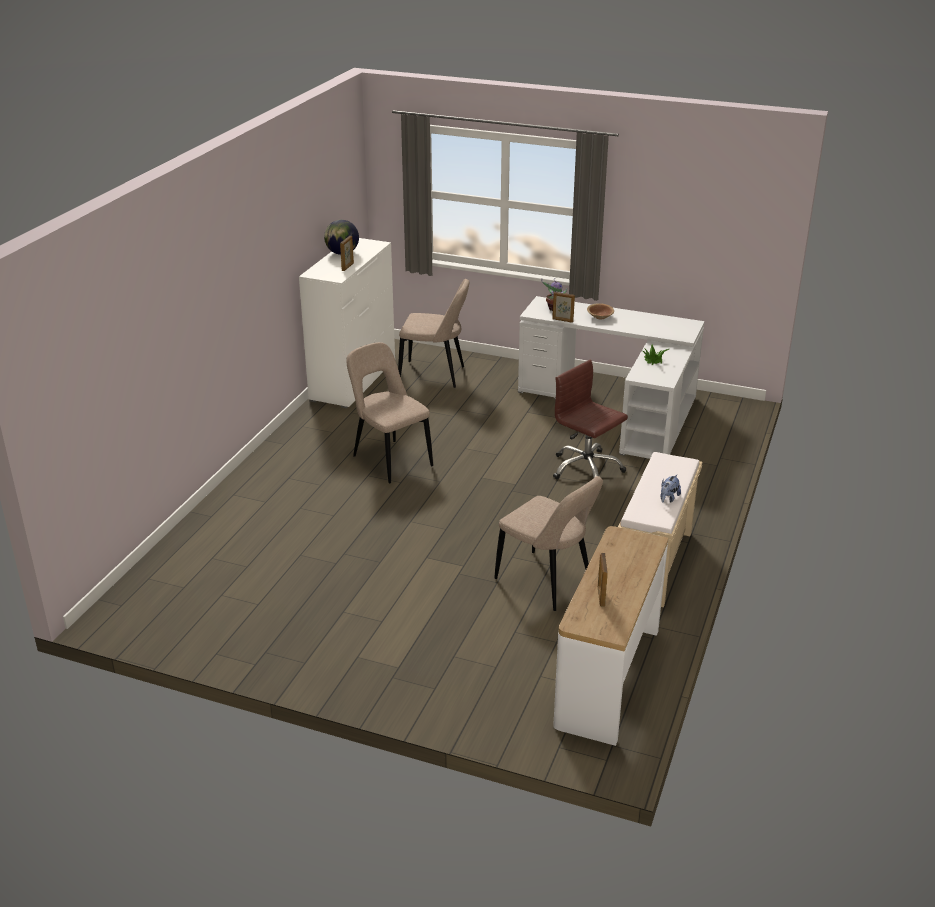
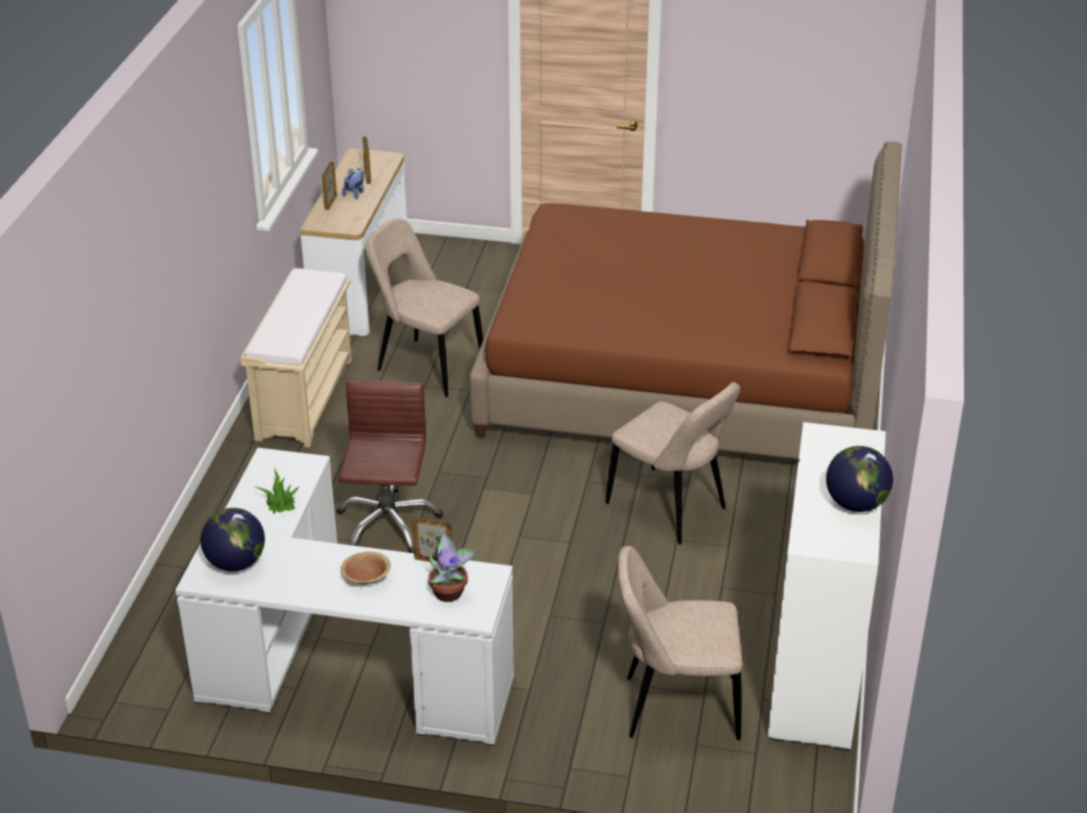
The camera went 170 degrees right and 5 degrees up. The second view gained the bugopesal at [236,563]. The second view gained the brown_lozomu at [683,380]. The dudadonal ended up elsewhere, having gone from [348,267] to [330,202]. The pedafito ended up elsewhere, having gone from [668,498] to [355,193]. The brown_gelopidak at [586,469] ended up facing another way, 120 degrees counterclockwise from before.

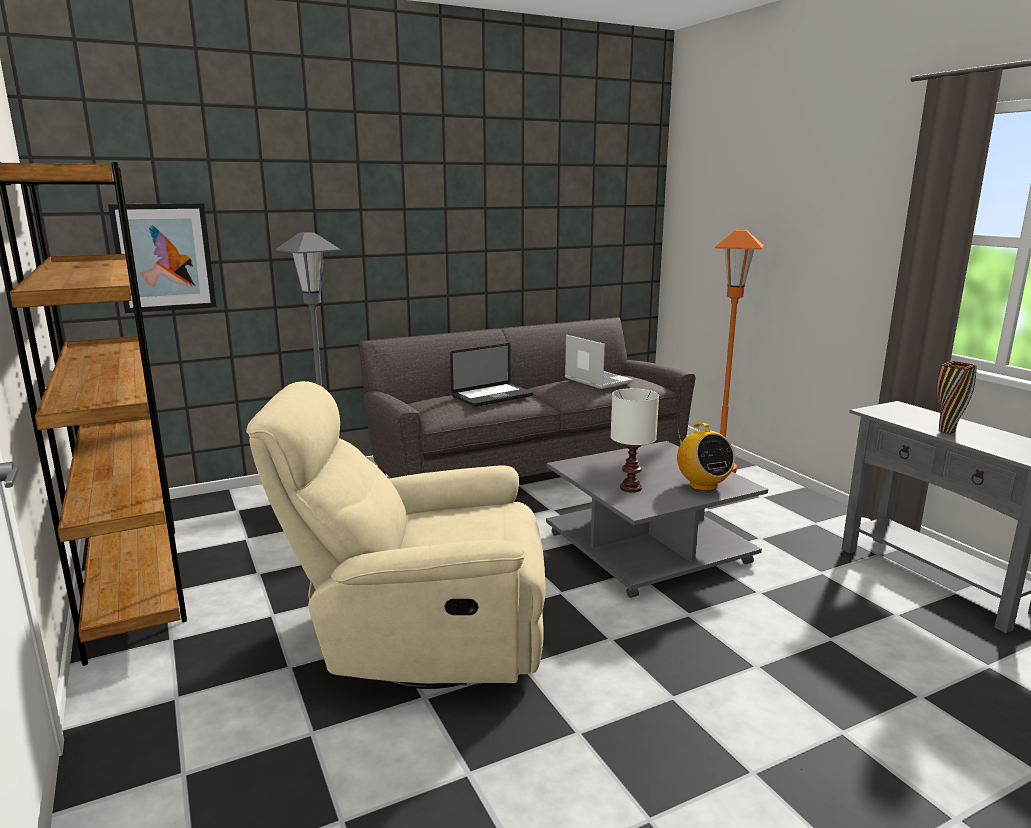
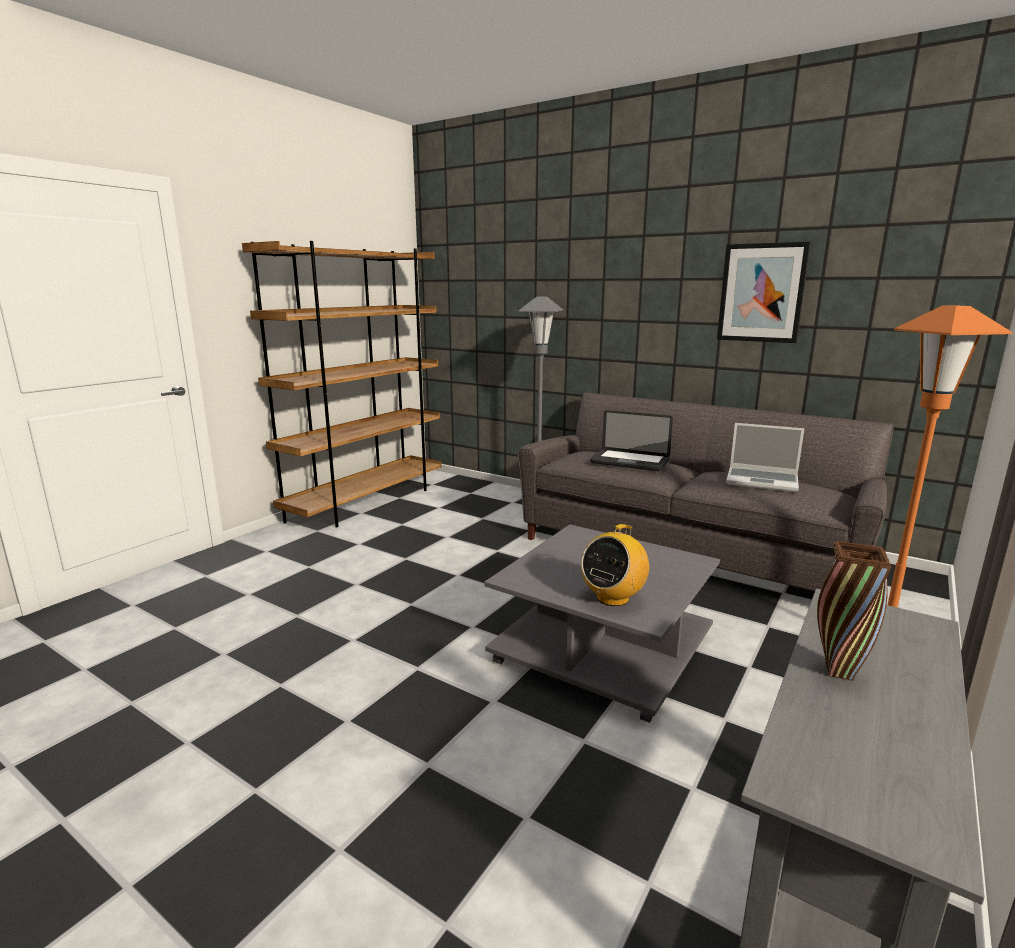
The camera went 60 degrees right and 0 degrees up. The second view lost the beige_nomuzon at [420,637]. The second view lost the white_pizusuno at [630,487]. The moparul ended up elsewhere, having gone from [164,257] to [761,293]. The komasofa at [596,380] ended up facing another way, 90 degrees clockwise from before.

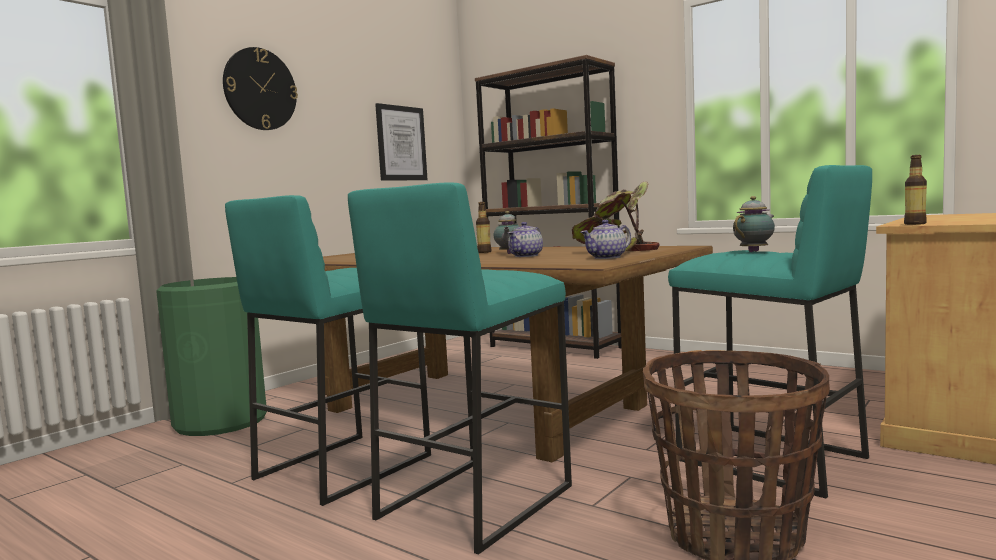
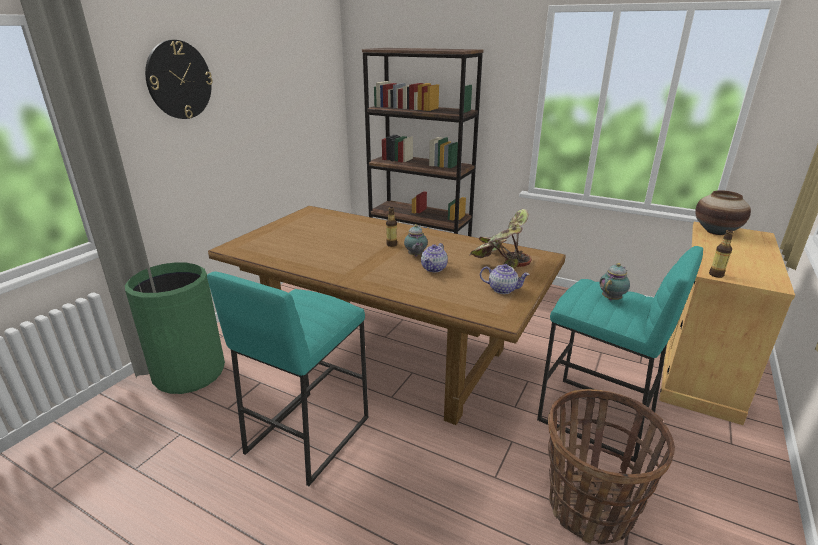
The camera went 10 degrees left and 20 degrees up. The second view lost the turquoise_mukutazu at [474,501]. The second view lost the moparul at [401,143]. The second view gained the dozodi at [715,232]. The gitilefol at [607,257] ended up facing another way, 120 degrees counterclockwise from before.

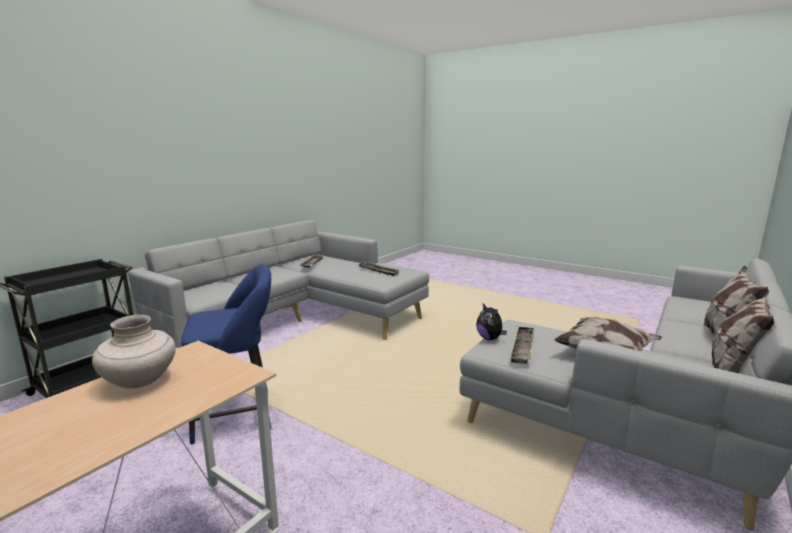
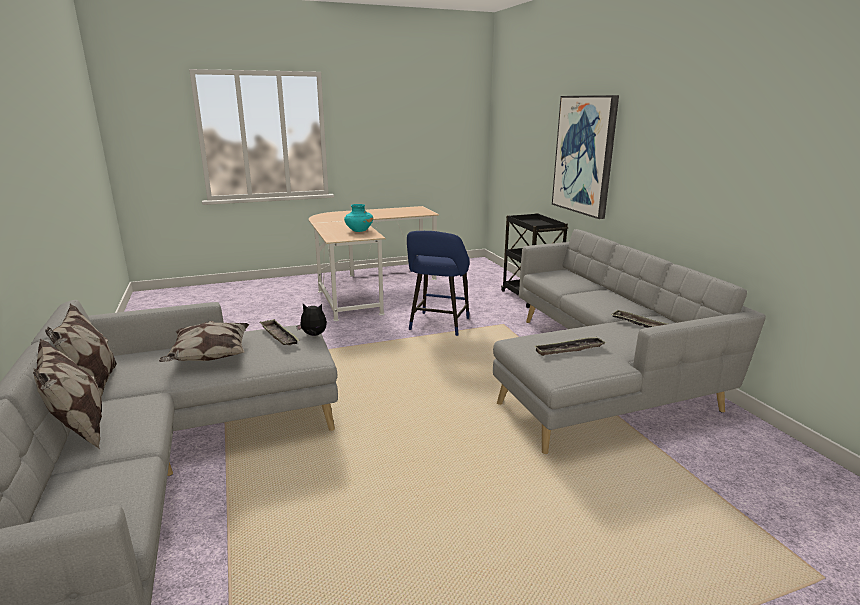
The camera went 125 degrees right and 5 degrees up. The second view gained the moparul at [584,155]. What was the beige_dozodi at [140,381] turned into the turquoise_dozodi at [359,230].

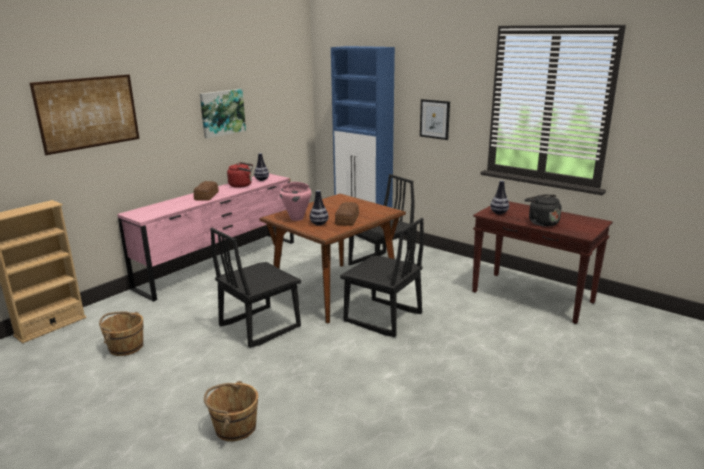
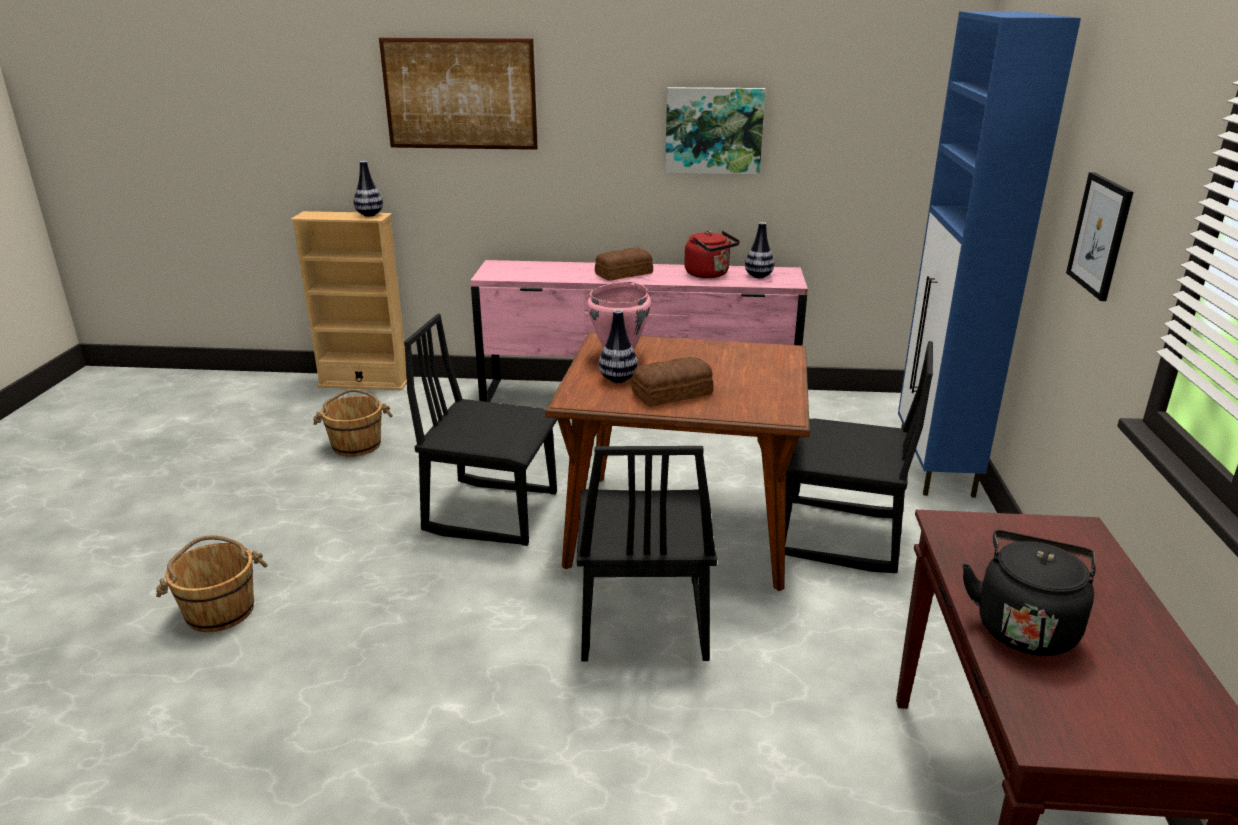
The camera went 55 degrees right and 5 degrees up. The dozodi ended up elsewhere, having gone from [499,213] to [369,215].

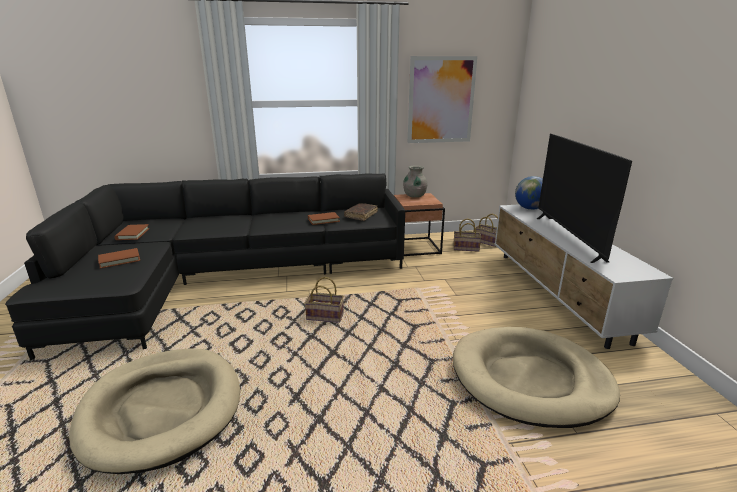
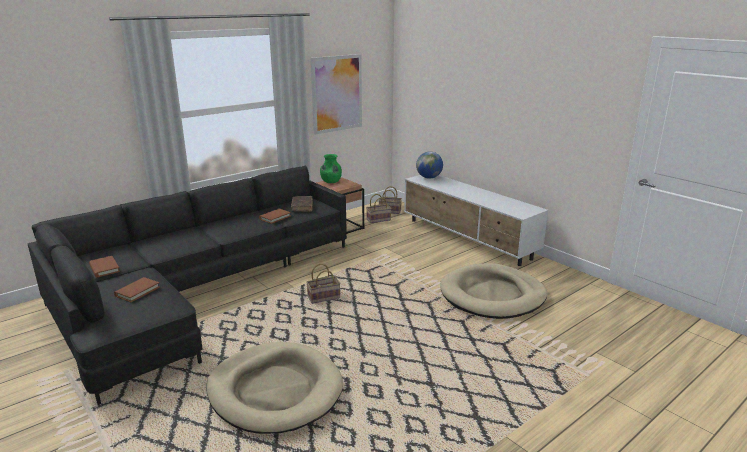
The camera went 30 degrees left and 0 degrees up. The second view lost the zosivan at [568,237]. What was the grey_dozodi at [414,196] turned into the green_dozodi at [331,182].

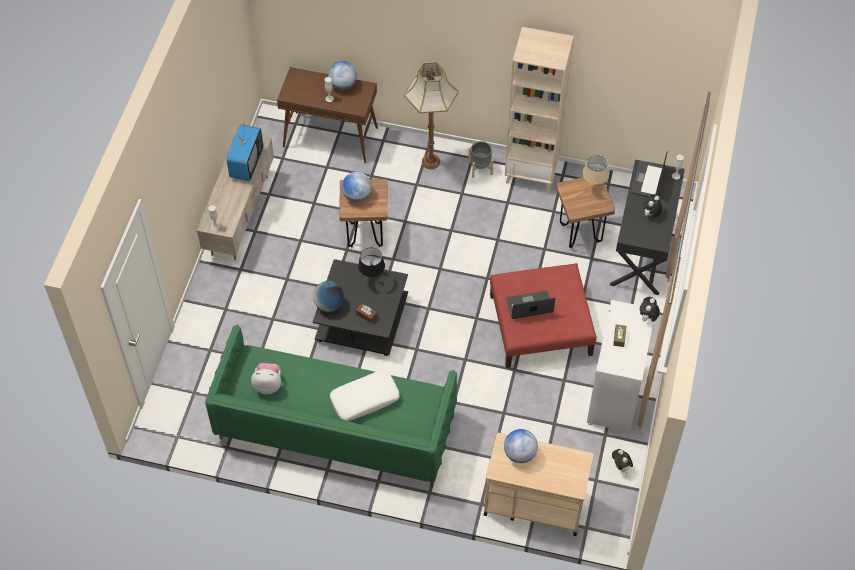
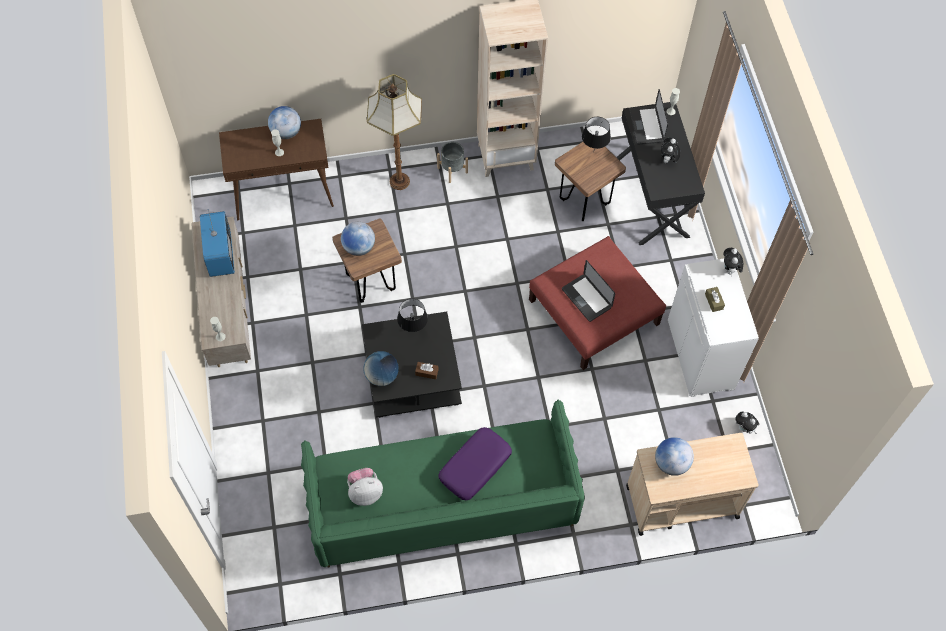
The camera went 25 degrees left and 5 degrees up. What was the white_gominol at [364,399] turned into the purple_gominol at [475,466]. What was the beige_pizusuno at [593,188] turned into the black_pizusuno at [594,152]. The komasofa at [529,306] ended up facing another way, 90 degrees counterclockwise from before.

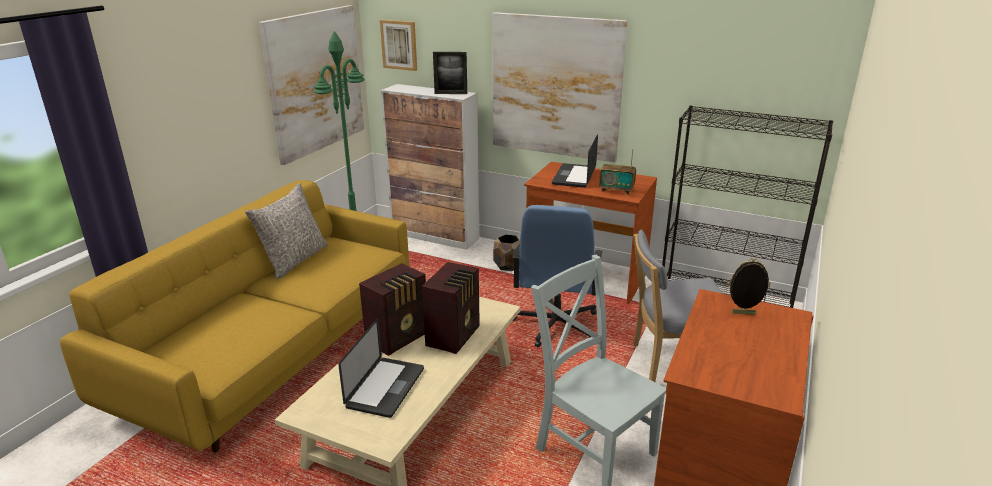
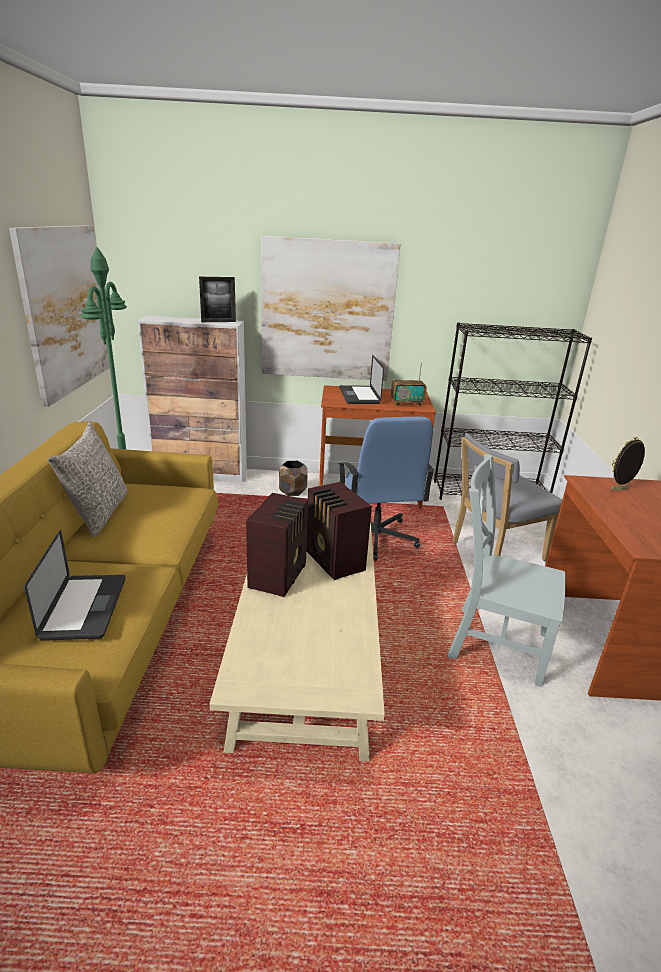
The camera went 25 degrees left and 0 degrees up. The second view lost the moparul at [399,45]. The komasofa ended up elsewhere, having gone from [385,388] to [84,607]. The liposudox at [454,336] ended up facing another way, 150 degrees clockwise from before.

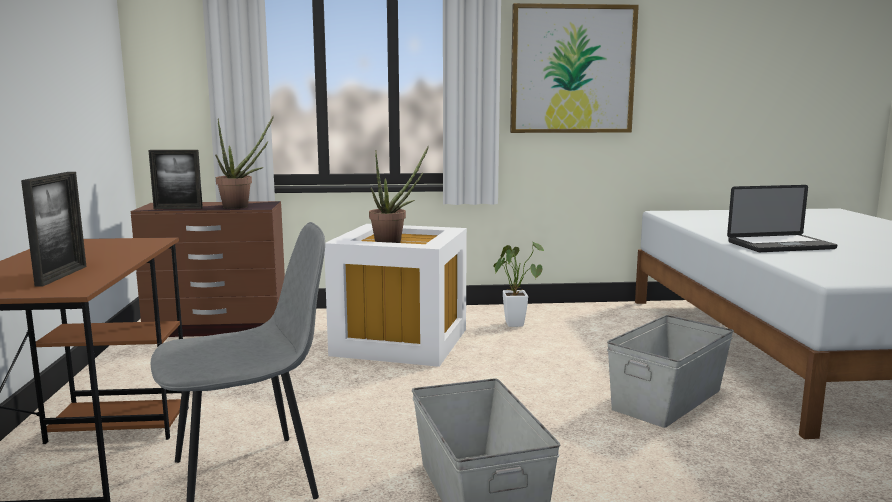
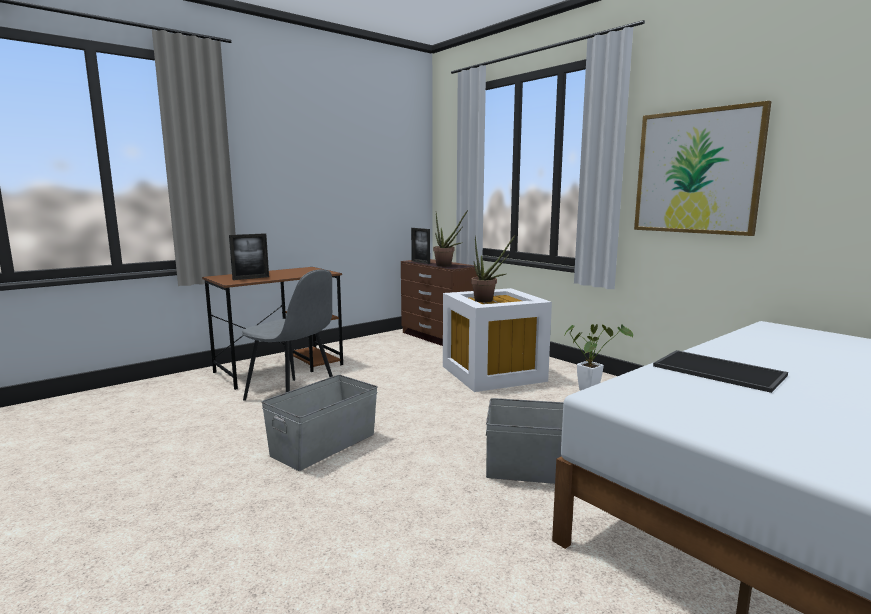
The camera went 55 degrees right and 0 degrees up. Where the komasofa stood at [780,245], the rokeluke came to stand at [720,370].

